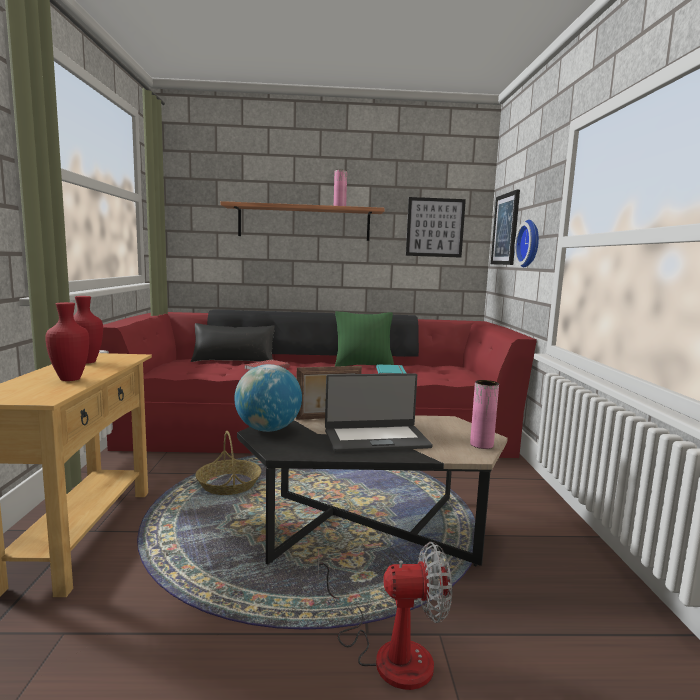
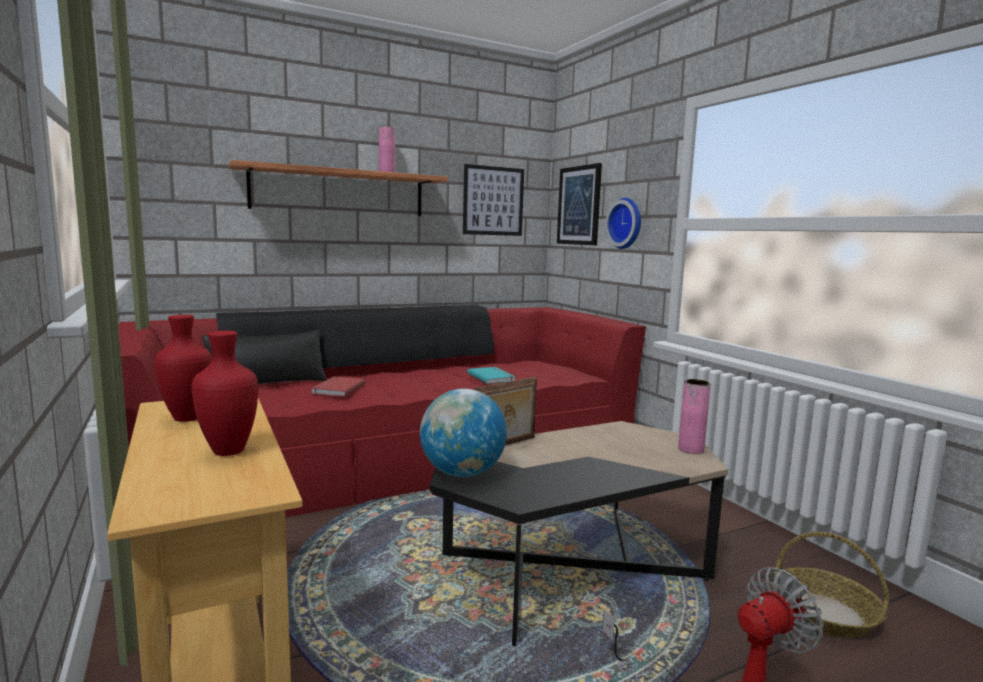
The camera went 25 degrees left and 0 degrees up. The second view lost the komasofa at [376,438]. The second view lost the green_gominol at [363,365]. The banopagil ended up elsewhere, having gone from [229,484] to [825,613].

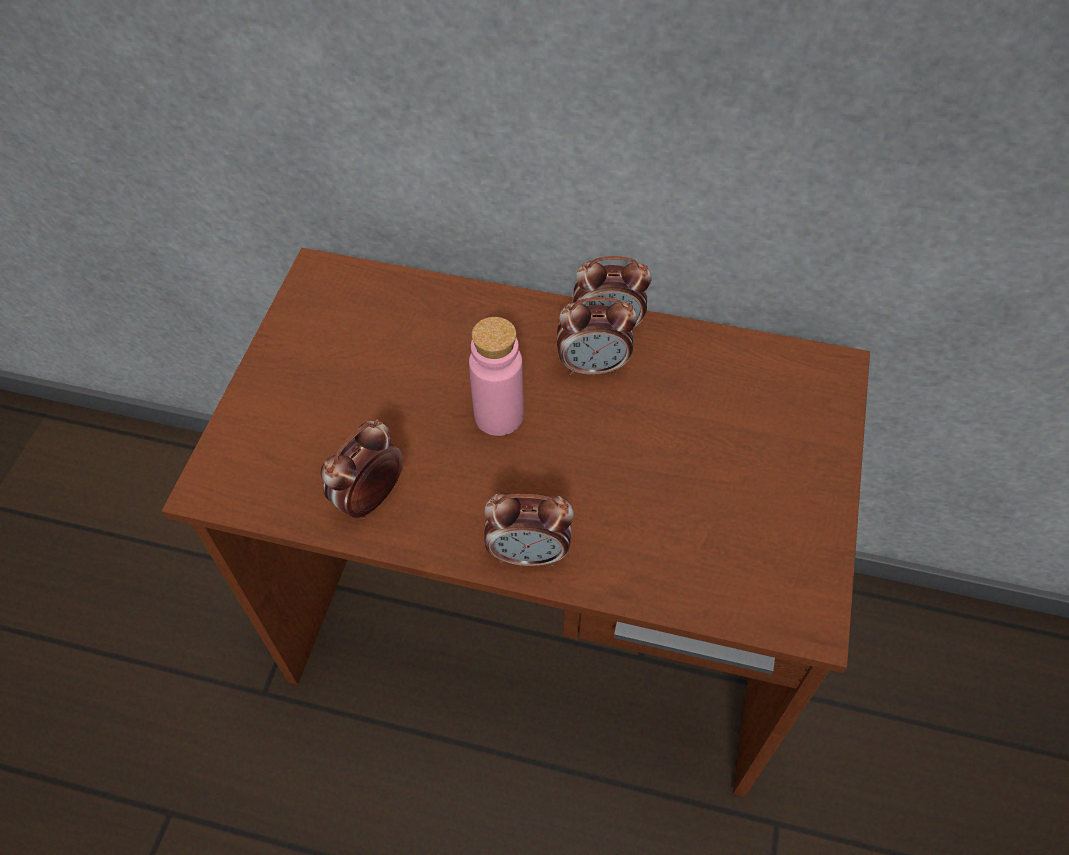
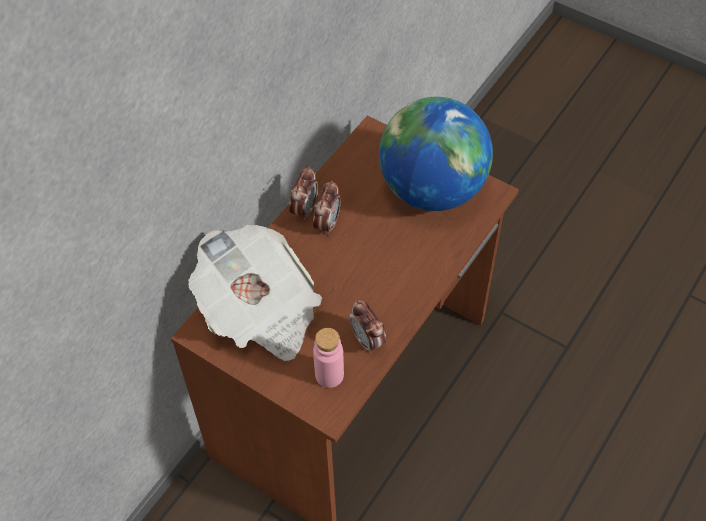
The camera went 70 degrees left and 0 degrees up. The second view lost the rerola at [529,554]. The second view gained the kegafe at [260,311]. The second view gained the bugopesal at [432,189]. The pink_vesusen ended up elsewhere, having gone from [499,415] to [329,375].

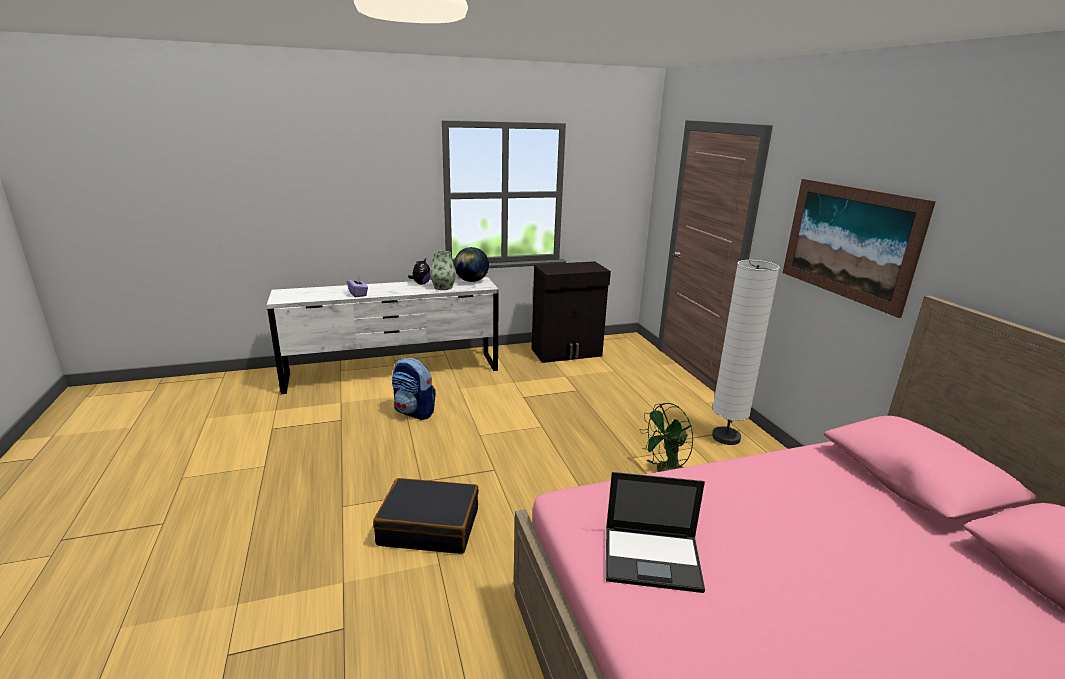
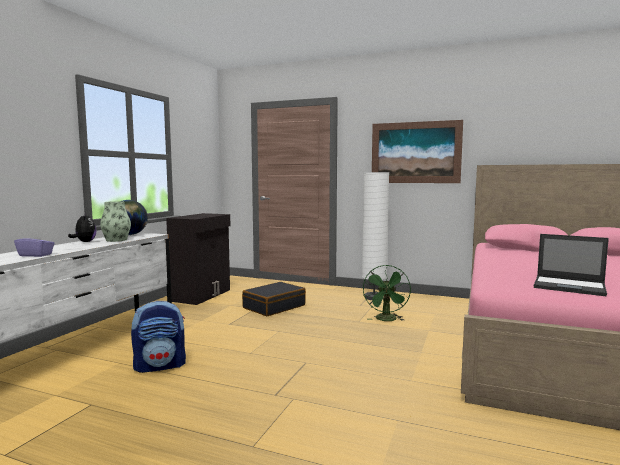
The camera went 50 degrees left and 15 degrees down. The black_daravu ended up elsewhere, having gone from [429,526] to [274,307]. The komasofa at [653,558] ended up facing another way, 75 degrees clockwise from before.

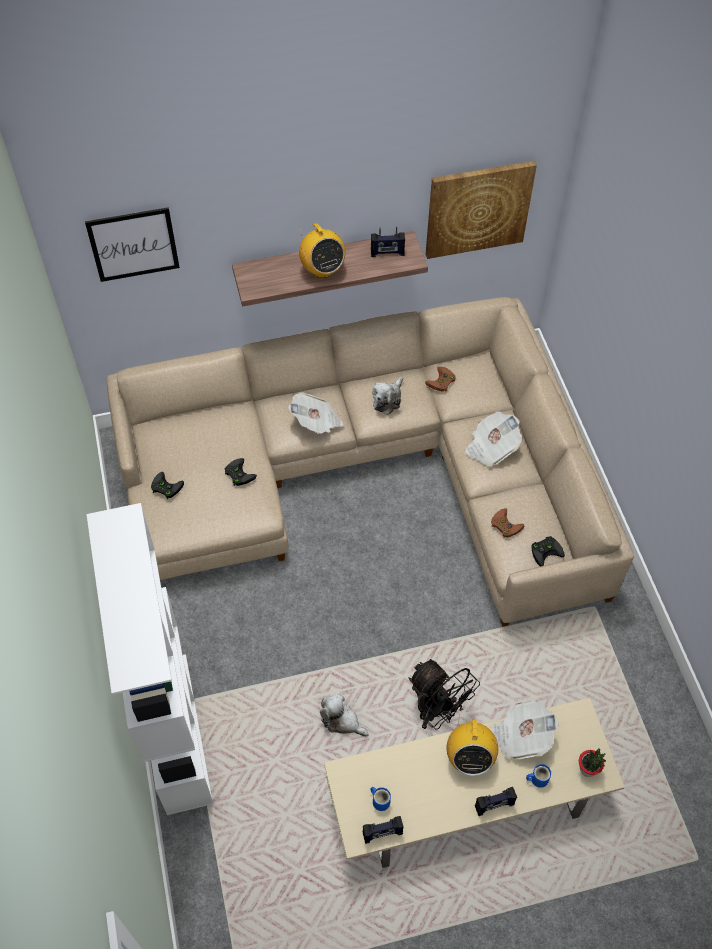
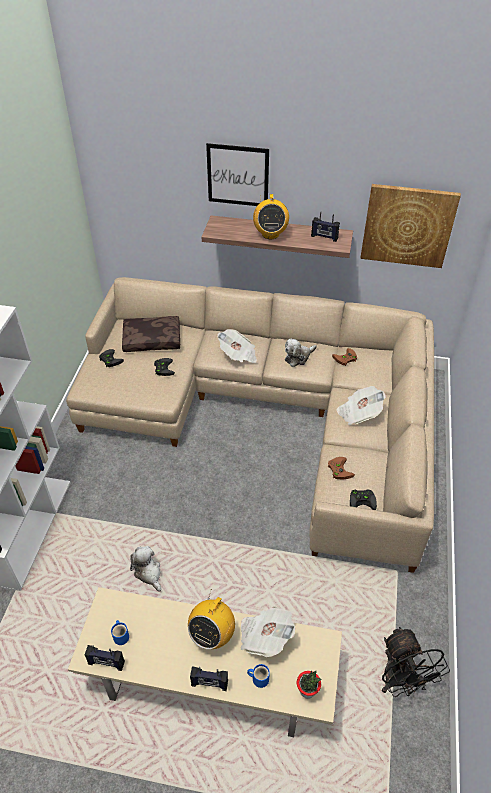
The camera went 25 degrees right and 10 degrees down. The second view gained the brown_gominol at [152,339]. The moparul ended up elsewhere, having gone from [133,244] to [238,175]. The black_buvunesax ended up elsewhere, having gone from [437,711] to [400,682].

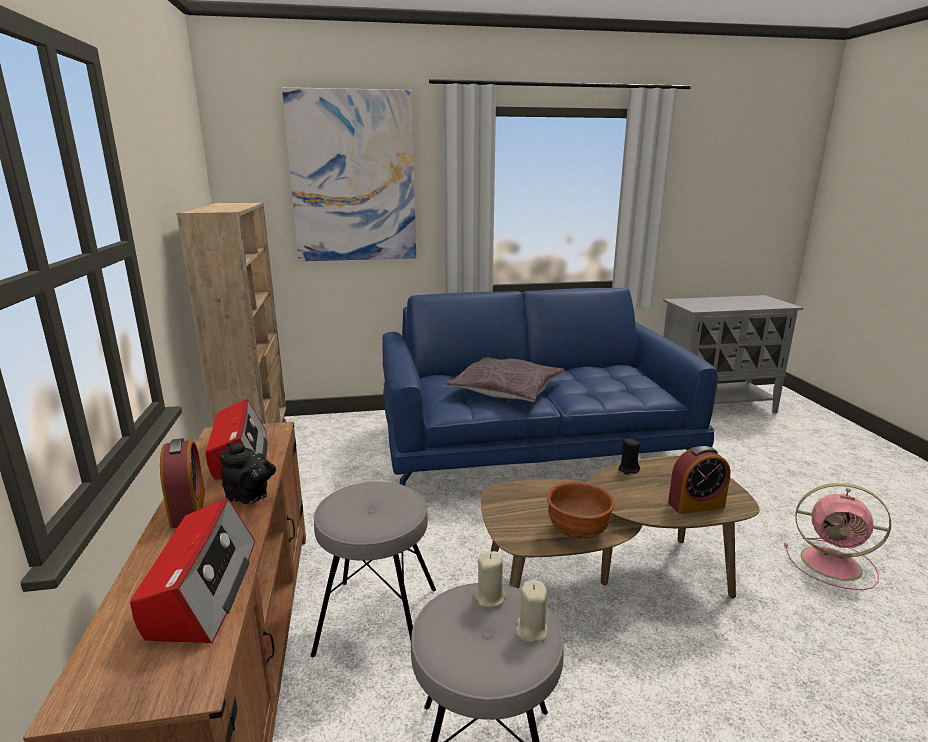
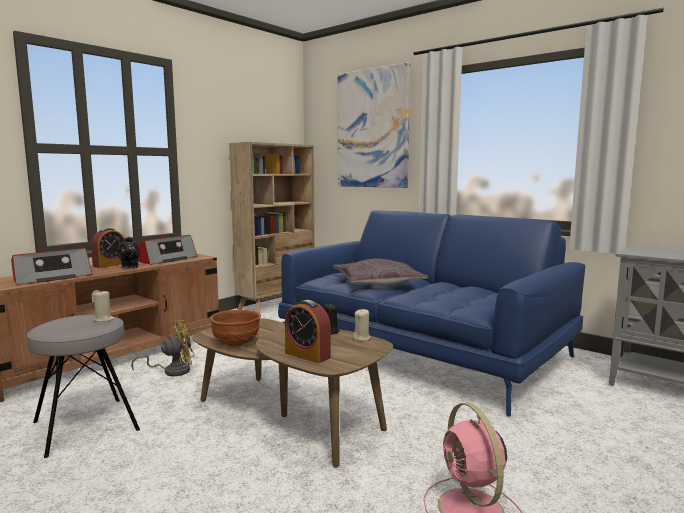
The camera went 50 degrees right and 10 degrees down. The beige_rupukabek ended up elsewhere, having gone from [531,630] to [361,338]. Where the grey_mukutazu stood at [378,620], the yellow_buvunesax came to stand at [172,371].

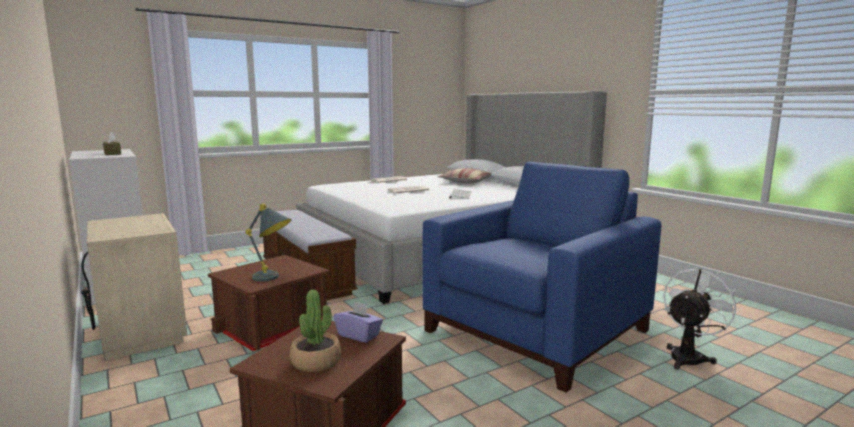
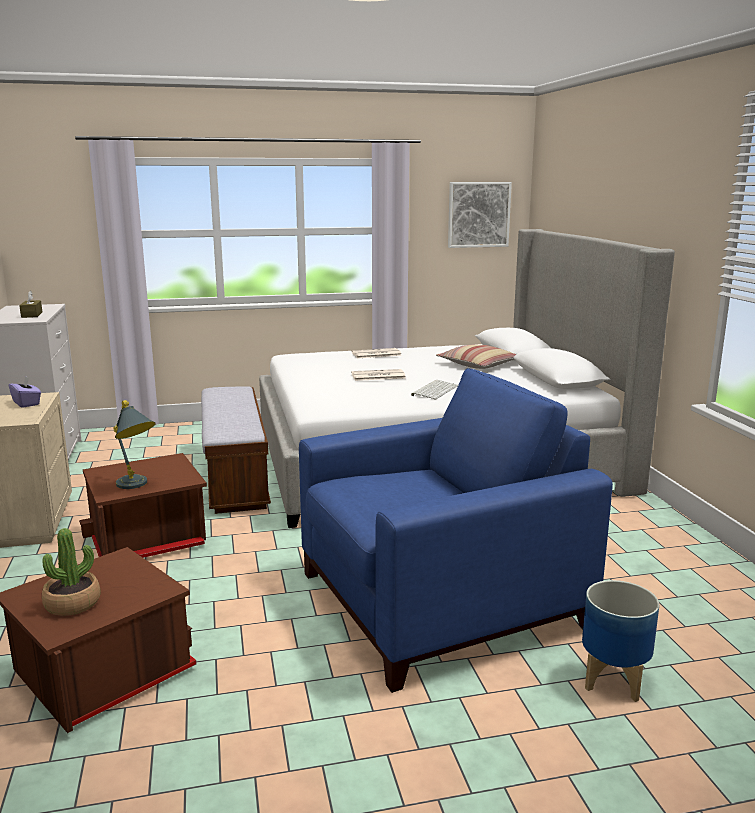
The camera went 20 degrees right and 5 degrees up. The second view gained the moparul at [478,214]. The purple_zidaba ended up elsewhere, having gone from [359,335] to [27,403]. Where the white_buvunesax stood at [689,356], the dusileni came to stand at [612,680].

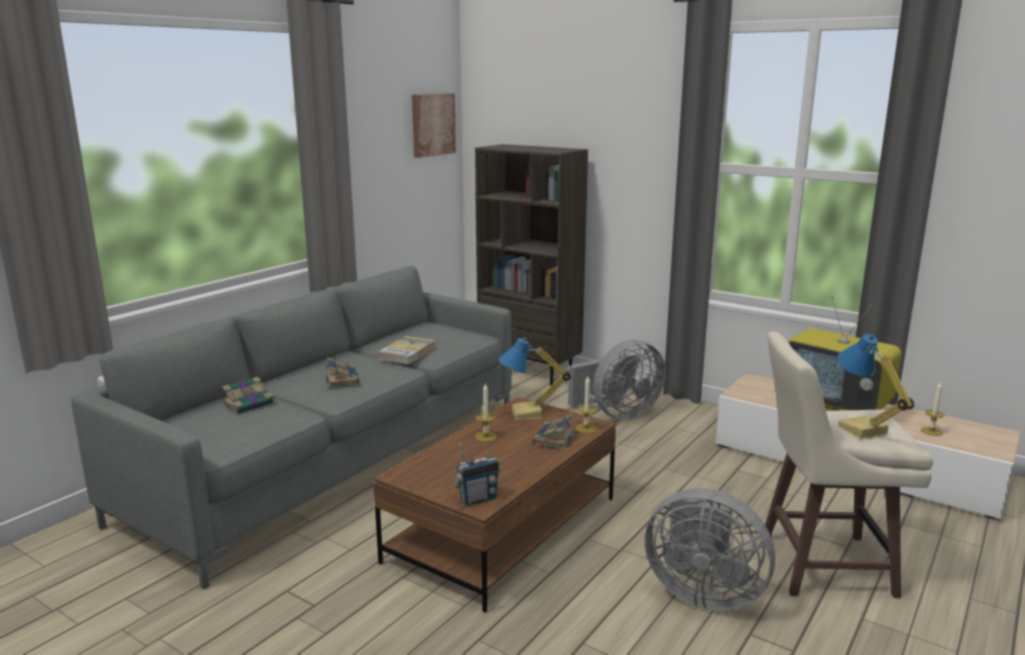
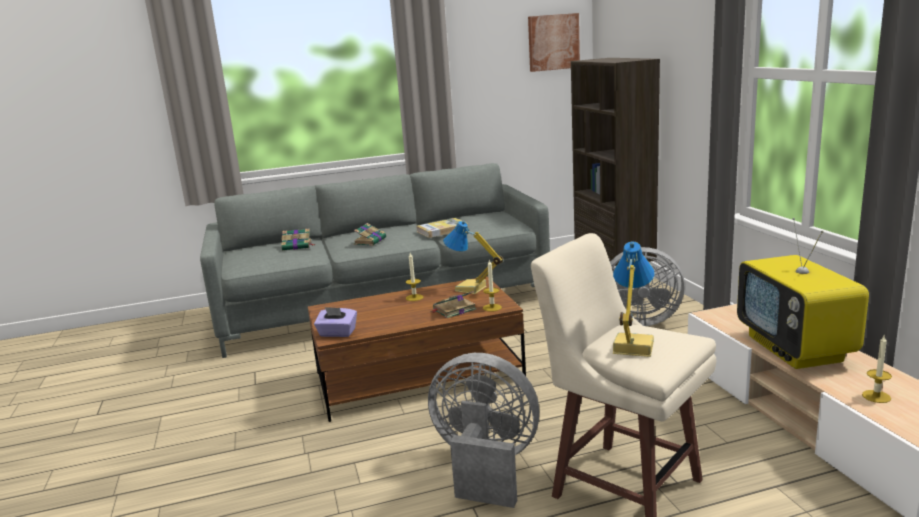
The camera went 40 degrees right and 0 degrees up. Where the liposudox stood at [478,499], the purple_zidaba came to stand at [337,333]. The grey_buvunesax at [702,593] ended up facing another way, 135 degrees clockwise from before.

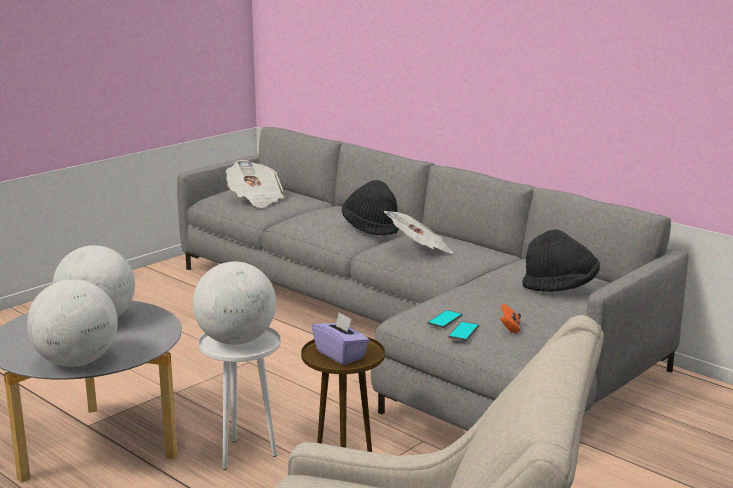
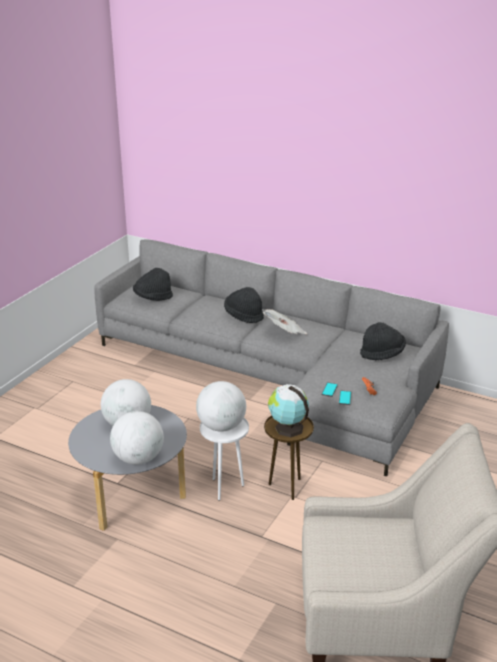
The camera went 15 degrees left and 10 degrees up. Where the kegafe stood at [255,199], the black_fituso came to stand at [153,298]. Where the purple_zidaba stood at [341,355], the bugopesal came to stand at [287,428].

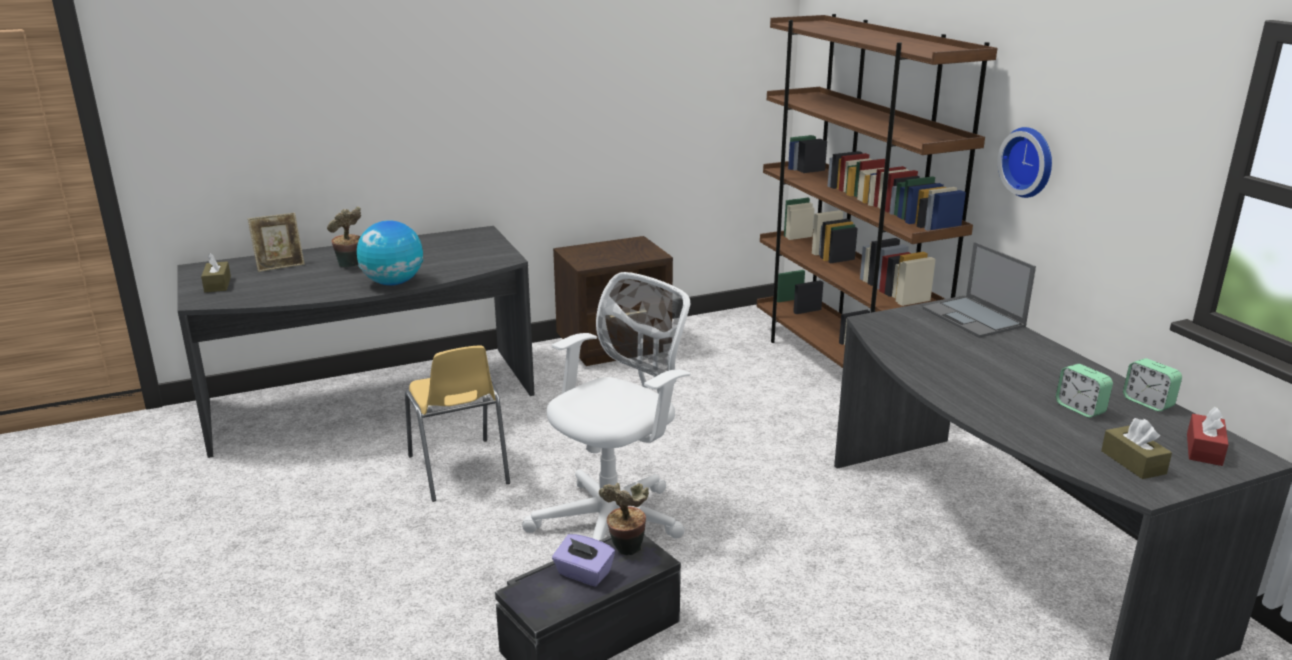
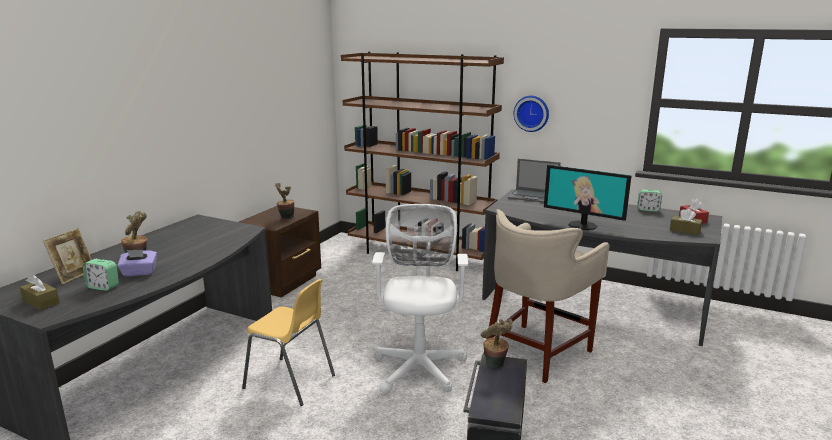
The camera went 40 degrees left and 5 degrees down. The second view lost the bugopesal at [393,283]. The second view gained the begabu at [285,218]. The second view gained the beige_mukutazu at [537,352]. The second view gained the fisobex at [583,225]. The purple_zidaba ended up elsewhere, having gone from [583,574] to [139,273]. The rerola ended up elsewhere, having gone from [1080,408] to [103,287].

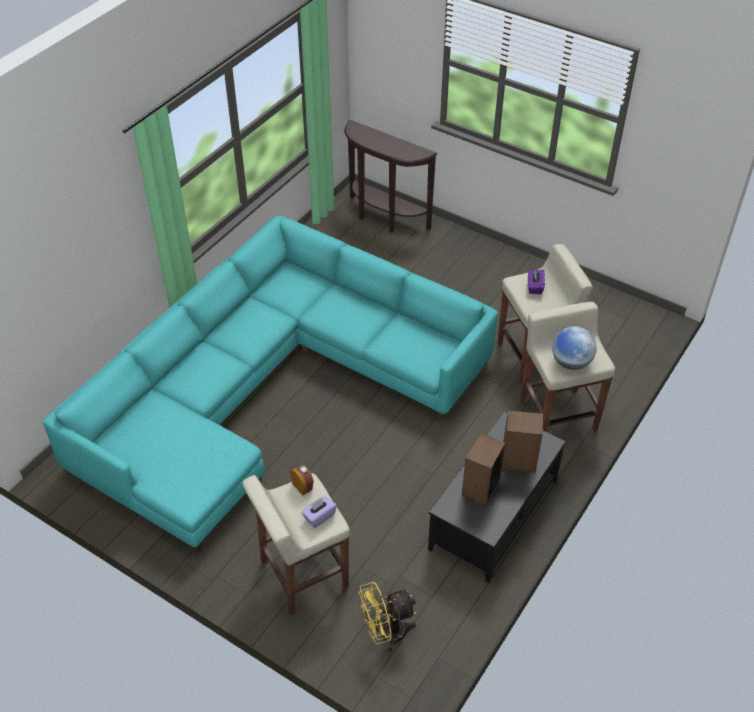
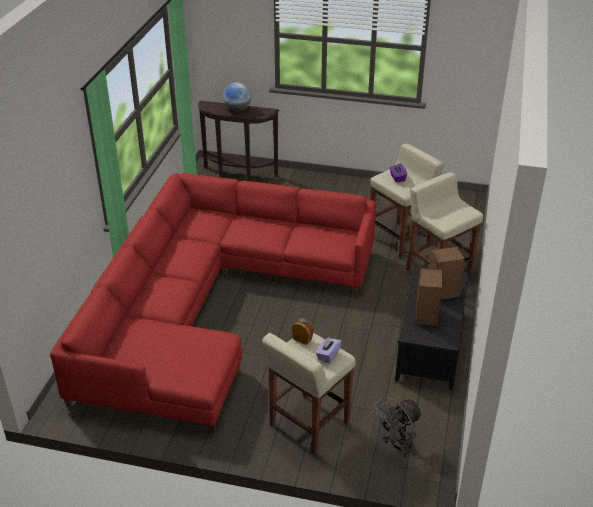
The camera went 20 degrees left and 10 degrees down. The bugopesal ended up elsewhere, having gone from [571,362] to [237,109]. What was the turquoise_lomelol at [270,386] turned into the red_lomelol at [210,303]. What was the yellow_buvunesax at [386,634] turned into the grey_buvunesax at [396,445].

